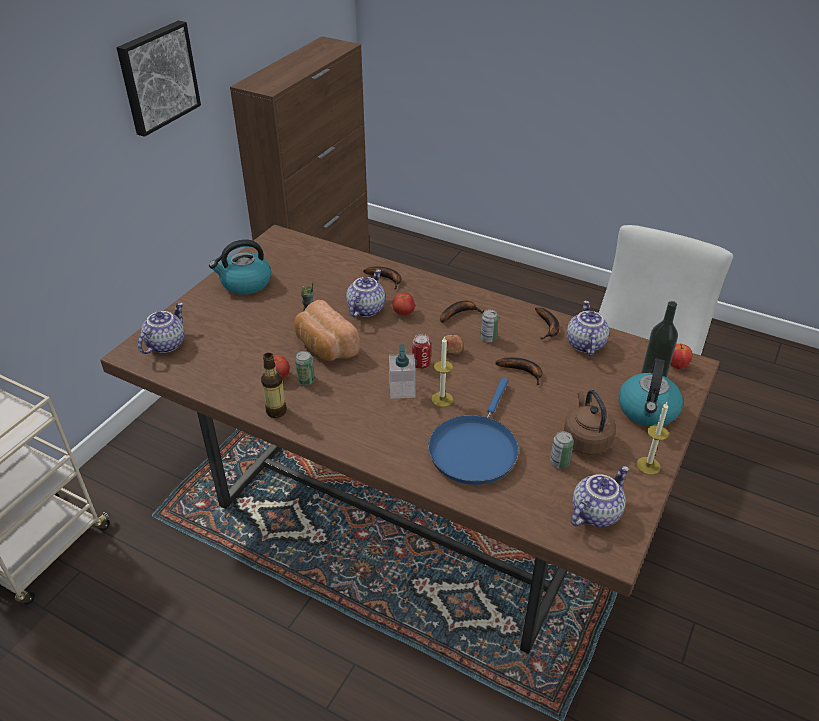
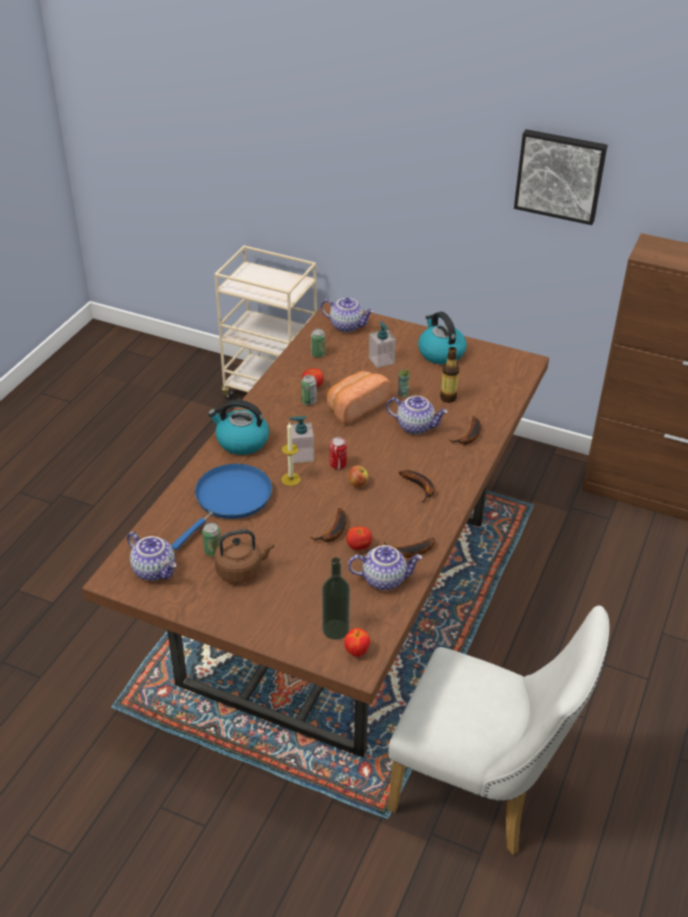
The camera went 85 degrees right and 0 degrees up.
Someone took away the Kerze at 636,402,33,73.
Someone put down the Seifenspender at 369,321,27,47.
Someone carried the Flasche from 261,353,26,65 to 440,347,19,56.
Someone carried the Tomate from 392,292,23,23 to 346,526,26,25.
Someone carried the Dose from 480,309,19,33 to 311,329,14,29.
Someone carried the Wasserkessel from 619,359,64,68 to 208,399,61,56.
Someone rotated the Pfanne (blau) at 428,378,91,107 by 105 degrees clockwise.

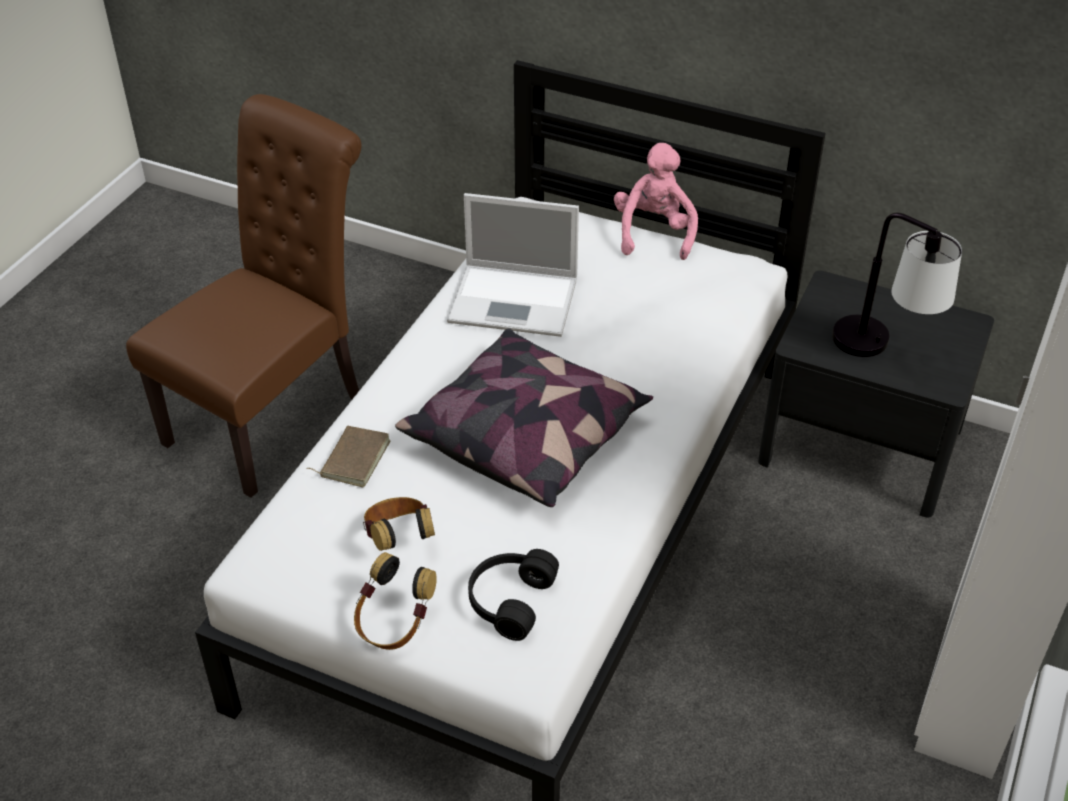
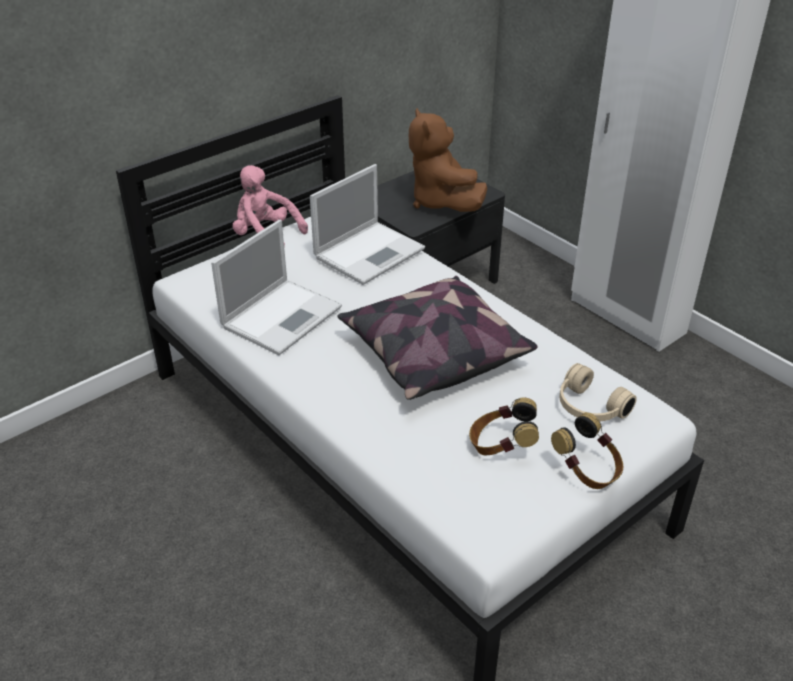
The camera went 65 degrees left and 5 degrees down.
Someone took away the Stuhl (braun) at 126,94,235,404.
Someone took away the Buch (braun) at 306,426,84,61.
Someone put down the Laptop at 310,164,115,121.
Someone swapped the Tischlampe at 832,212,130,145 for the Plüschtier (braun) at 409,108,78,104.
Someone repainted the Kopfhörer (schwarz) at 468,549,91,92, which became the Kopfhörer (beige) at 559,363,78,58.

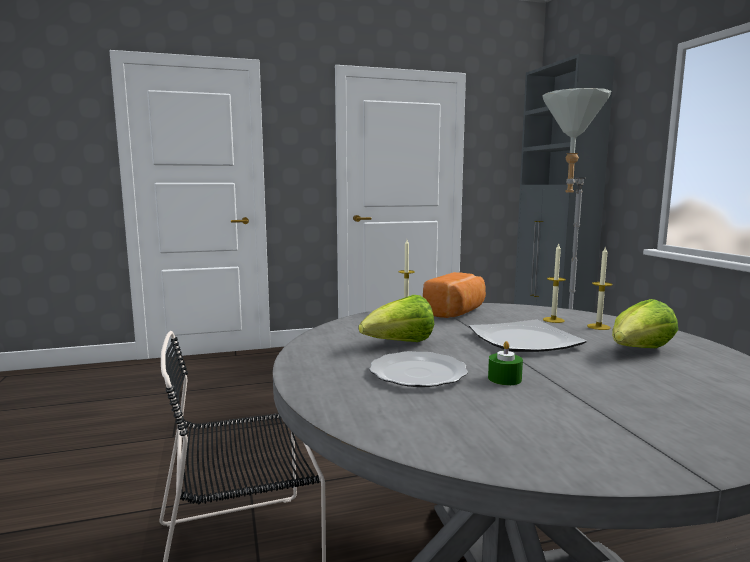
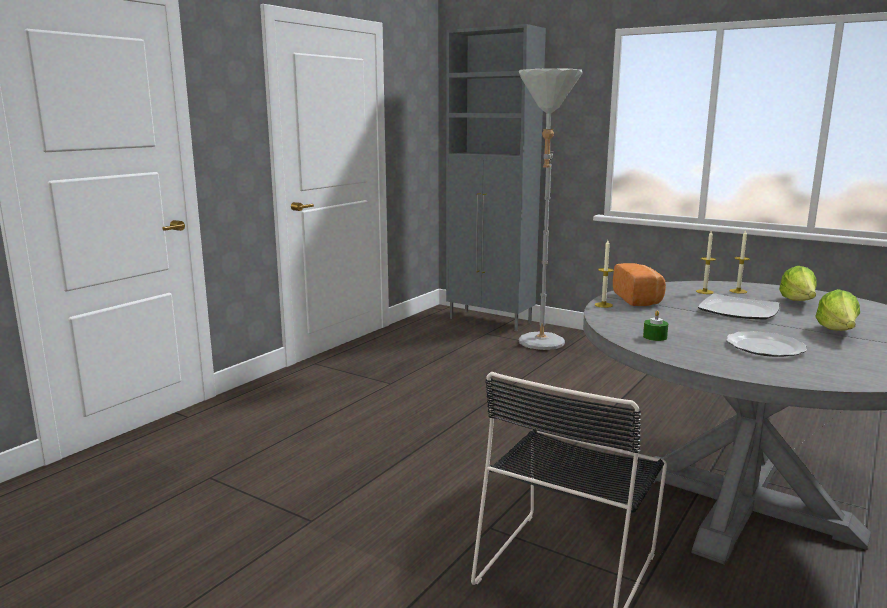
The camera went 40 degrees left and 5 degrees up.
Someone carried the Salatkopf from 359,295,75,47 to 816,289,44,42.
Someone carried the Kerze (grün) from 488,341,35,44 to 643,311,25,30.

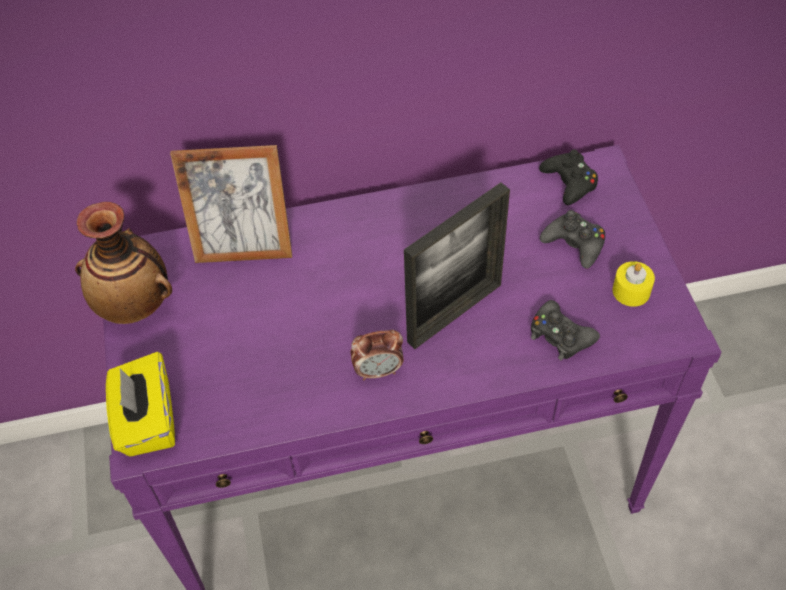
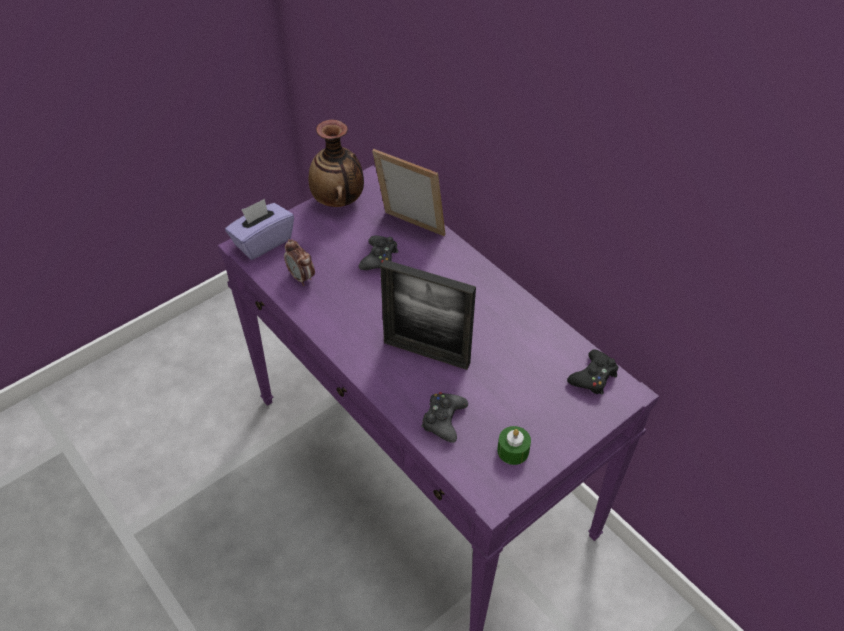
The camera went 60 degrees right and 5 degrees down.
Someone carried the Wecker from 350,330,54,50 to 284,239,31,47.
Someone carried the Gamepad (schwarz) from 540,210,65,59 to 359,236,39,34.
Someone repainted the Taschentuchbox (gelb) at 106,352,69,105, which became the Taschentuchbox (lila) at 225,199,69,61.
Someone repainted the Kerze (gelb) at 613,261,42,46, which became the Kerze (grün) at 497,426,34,39.
Someone rotated the Bilderrahmen at 170,145,122,118 by 150 degrees clockwise.

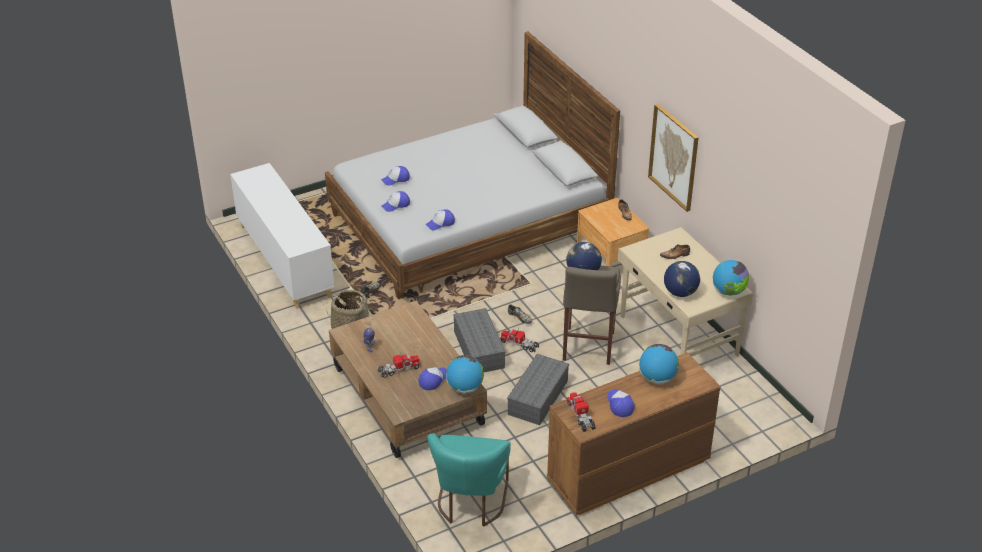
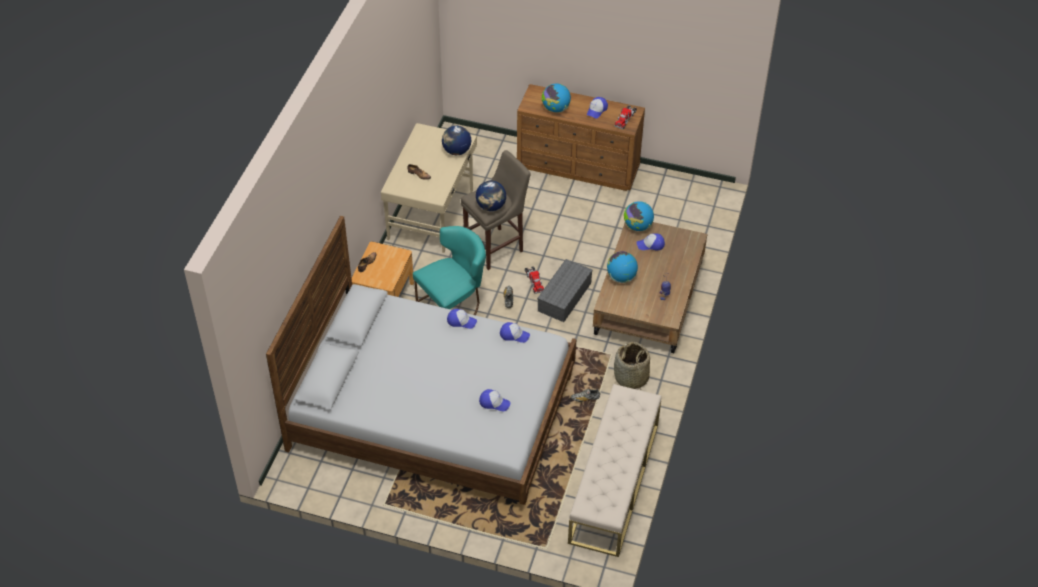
The camera went 135 degrees left and 10 degrees up.
Someone took away the Spielzeuglaster at 378,352,43,26.
Someone took away the Aufbewahrungsbox (grau) at 507,354,62,71.
Someone took away the Bild at 648,104,51,108.
Someone carried the Kappe from 381,191,29,21 to 447,309,30,20.
Someone carried the Stuhl (türkis) from 427,433,84,94 to 413,226,73,89.
Someone carried the Globus from 713,260,36,36 to 607,251,31,32.
Someone swapped the Schrank (weiß) at 230,163,104,146 for the Bank (beige) at 568,384,94,173.

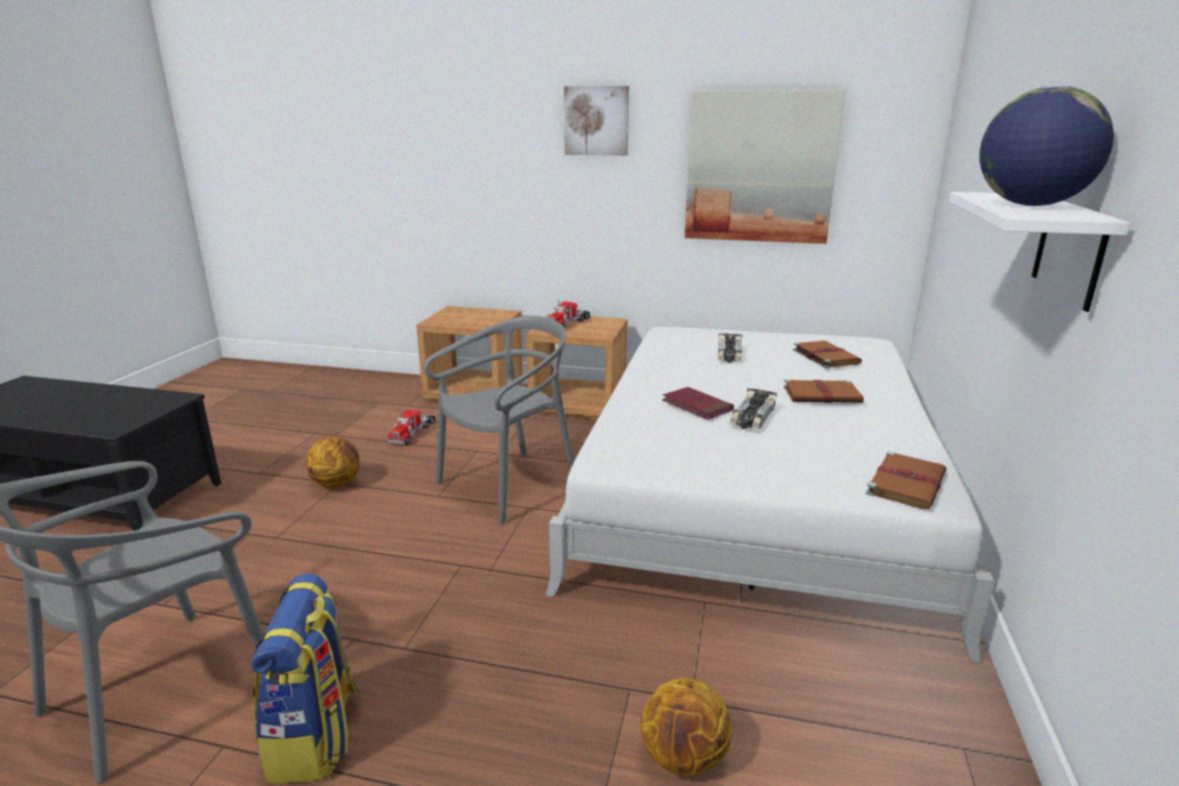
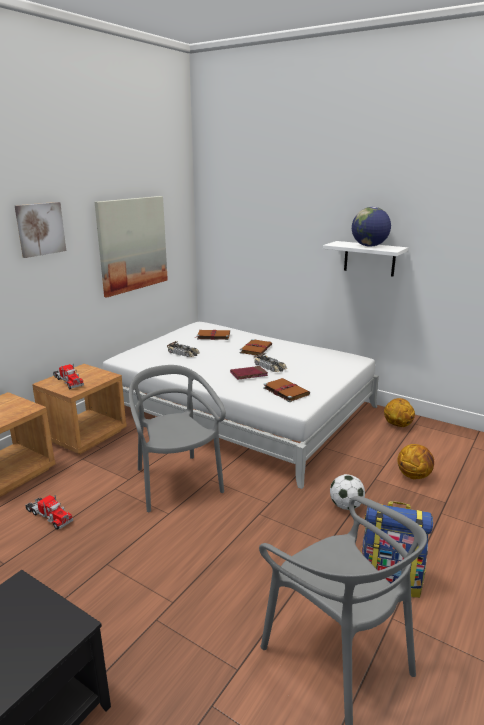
The camera went 70 degrees left and 0 degrees up.
Someone put down the Fußball at 330,474,35,36.
Someone carried the Basketball from 306,437,54,51 to 384,398,31,29.
Someone carried the Buch (braun) from 866,451,81,59 to 263,378,47,24.

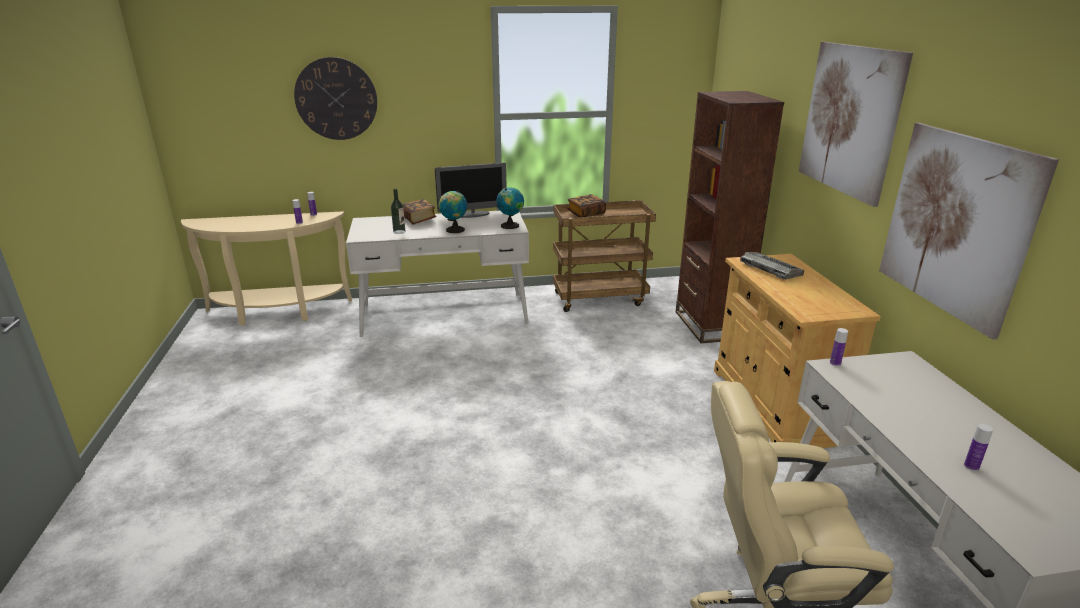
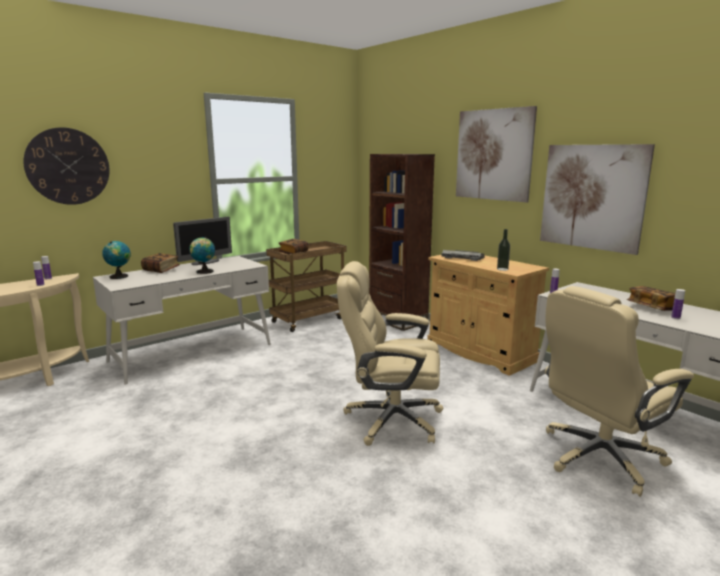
The camera went 30 degrees left and 10 degrees down.
Someone put down the Bürostuhl (beige) at 337,261,107,185.
Someone put down the Buch at 627,286,48,25.
Someone carried the Flasche from 391,189,14,45 to 497,229,13,42.
Someone carried the Globus from 496,187,28,42 to 102,241,29,38.

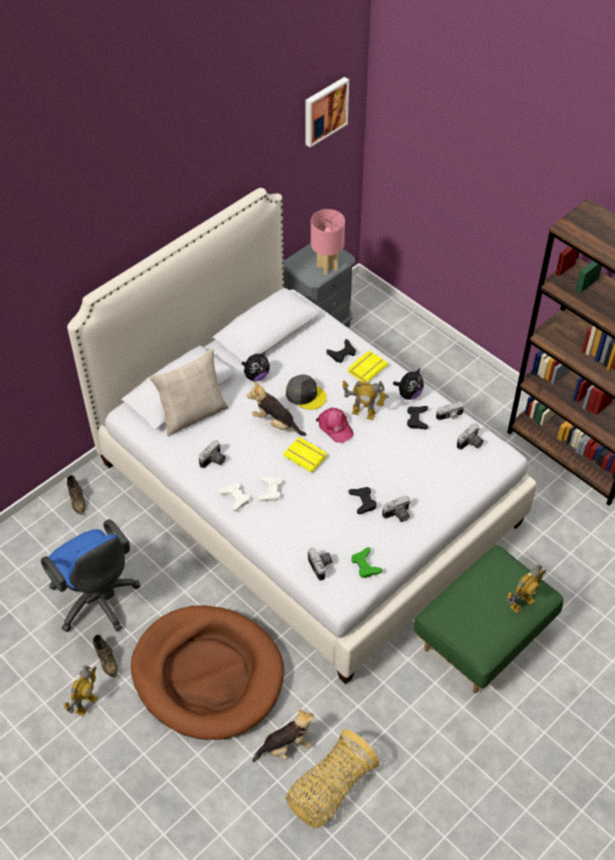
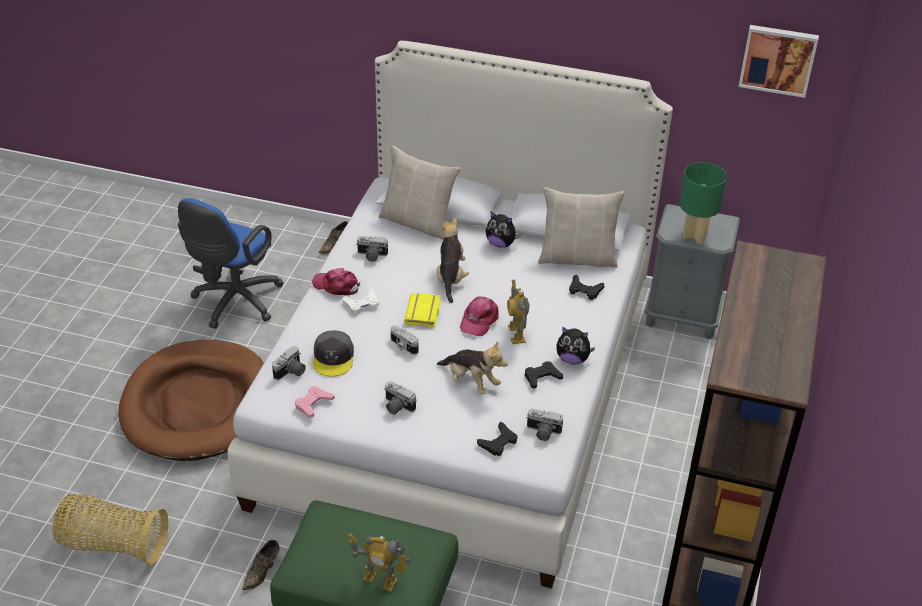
The camera went 60 degrees right and 10 degrees down.
Someone took away the Spielzeugroboter at 63,665,35,51.
Someone took away the Buch (gelb) at 348,351,40,30.
Someone put down the Kissen (beige) at 538,187,86,81.
Someone carried the Schuh (braun) from 93,635,25,43 to 242,540,38,50.
Someone carried the Plüschtier from 252,708,62,54 to 437,341,71,53.
Someone carried the Kappe (grau) from 286,375,41,35 to 313,330,41,47.
Someone carried the Gamepad (schwarz) from 348,487,29,27 to 477,422,41,34.
Someone carried the Kamera from 436,401,28,19 to 391,325,28,30.
Someone swapped the Gamepad (weiß) at 218,483,31,28 for the Kappe (rosa) at 312,268,48,27.
Someone repainted the Tischlampe (rosa) at 311,209,34,66, which became the Tischlampe (grün) at 679,162,48,82.
Someone repainted the Gamepad (grün) at 351,547,31,31, which became the Gamepad (rosa) at 295,386,40,32.

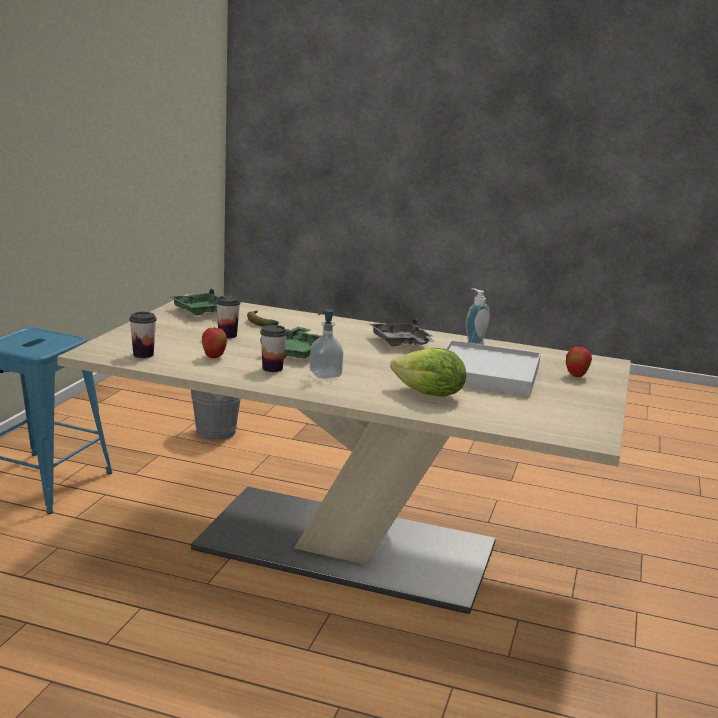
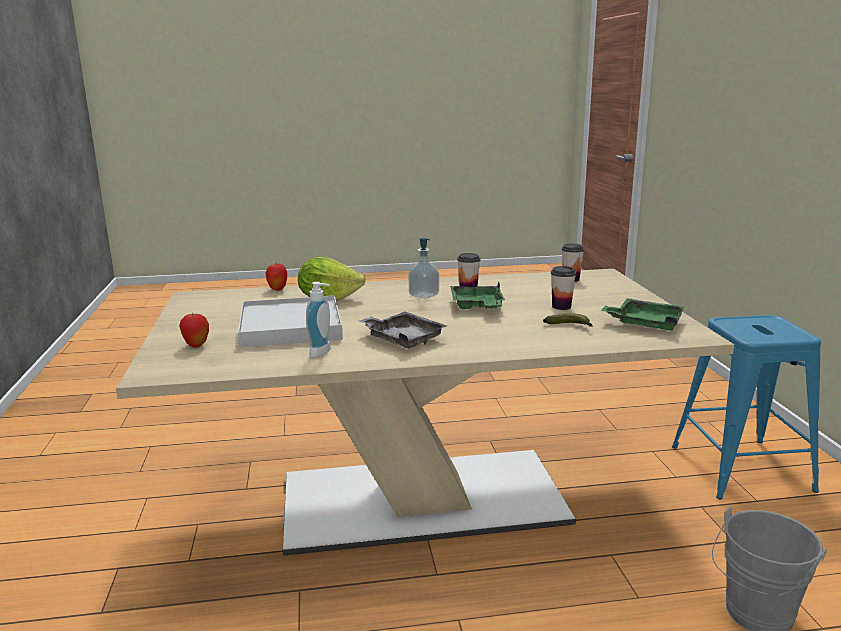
The camera went 155 degrees right and 0 degrees up.
Someone carried the Apfel from 202,328,25,30 to 265,264,22,27.

